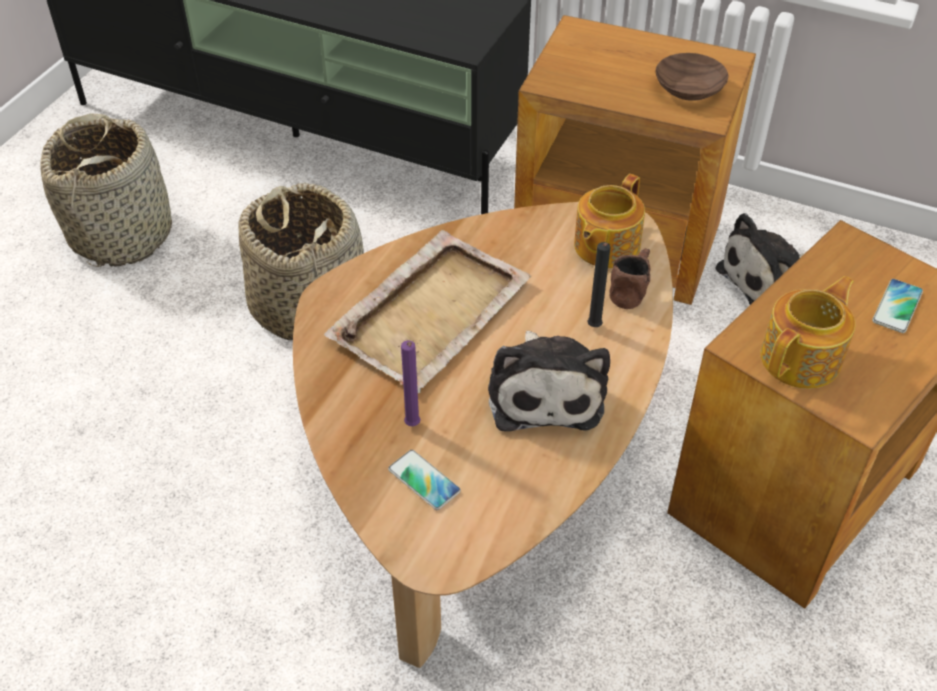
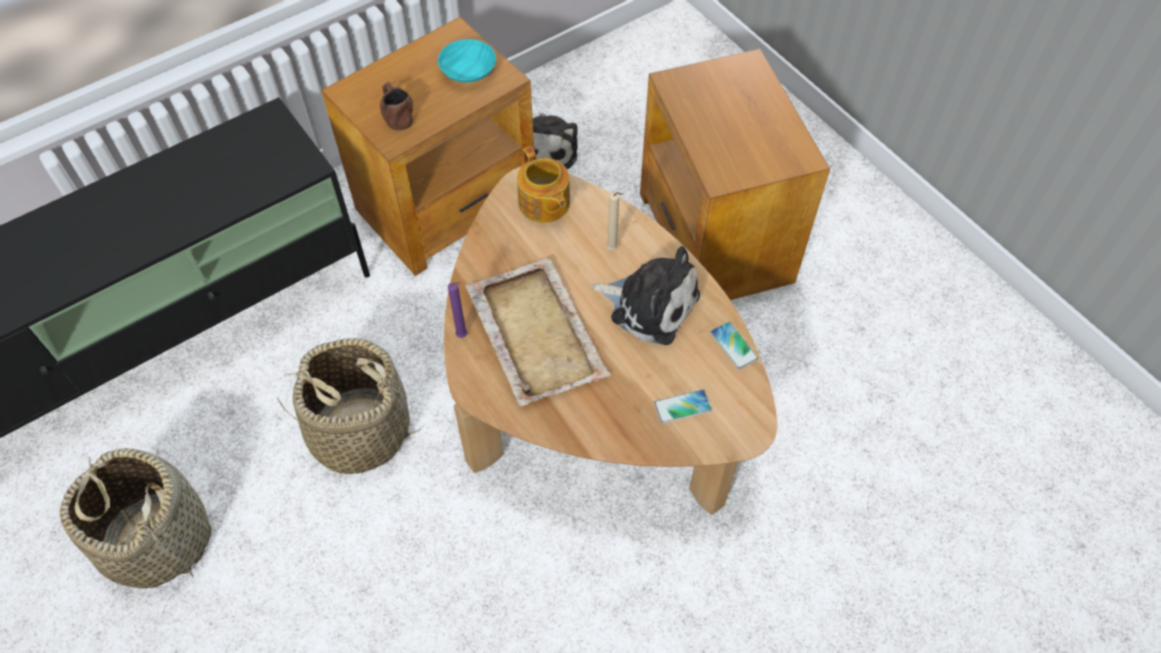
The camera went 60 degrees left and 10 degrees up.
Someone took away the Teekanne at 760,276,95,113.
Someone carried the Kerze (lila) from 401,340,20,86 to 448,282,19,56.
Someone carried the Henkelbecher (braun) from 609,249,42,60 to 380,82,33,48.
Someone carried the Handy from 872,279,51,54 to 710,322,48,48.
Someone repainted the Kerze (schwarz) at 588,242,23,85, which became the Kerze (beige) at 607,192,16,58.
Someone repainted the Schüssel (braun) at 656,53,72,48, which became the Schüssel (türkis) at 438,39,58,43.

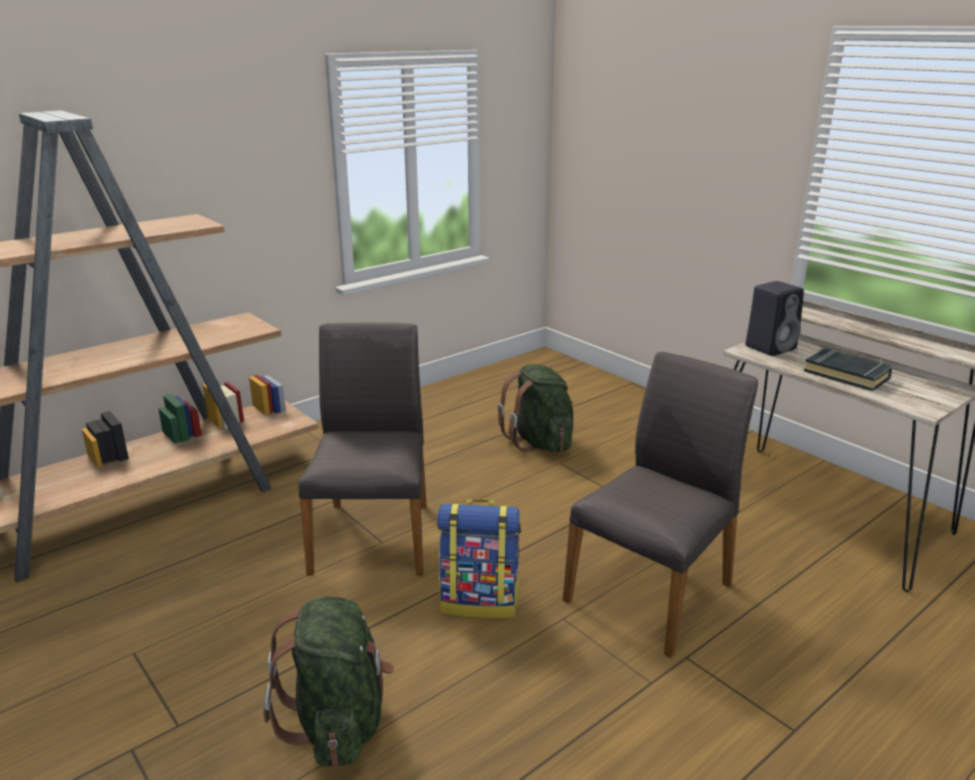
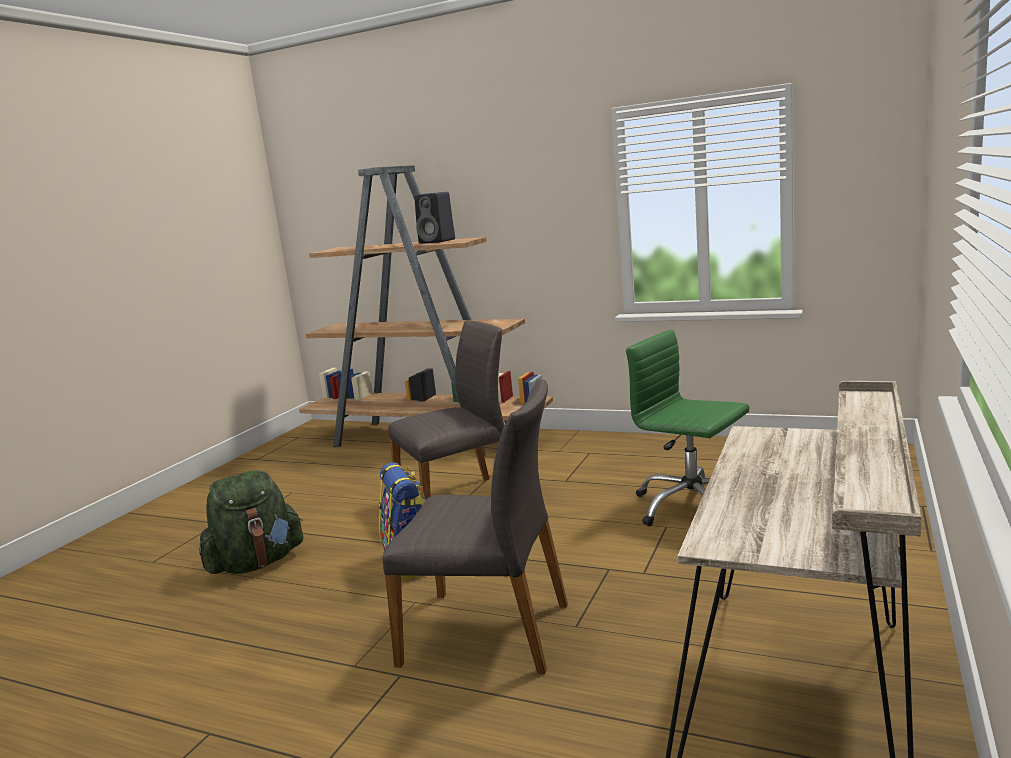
The camera went 65 degrees right and 10 degrees down.
Someone took away the Buch (schwarz) at 804,348,89,43.
Someone carried the Lautsprecher (schwarz) from 745,281,59,75 to 415,192,40,52.
Someone swapped the Rucksack (grün) at 497,364,76,88 for the Bürostuhl (grün) at 626,330,123,197.

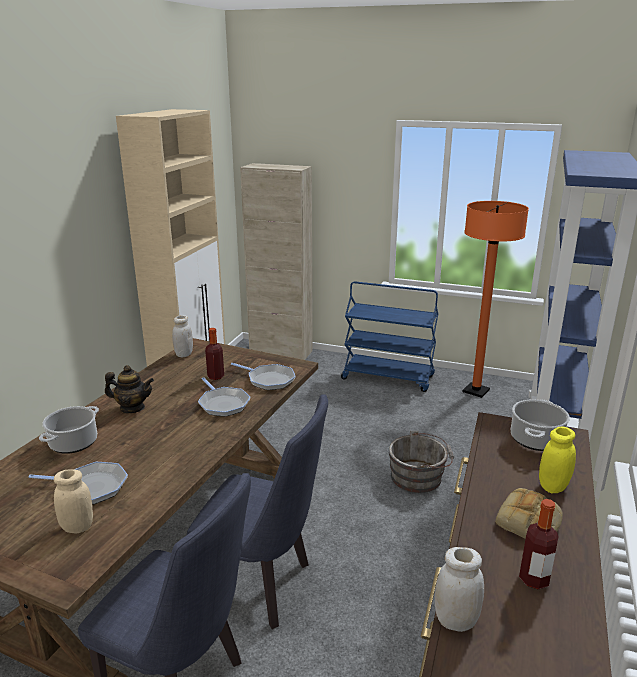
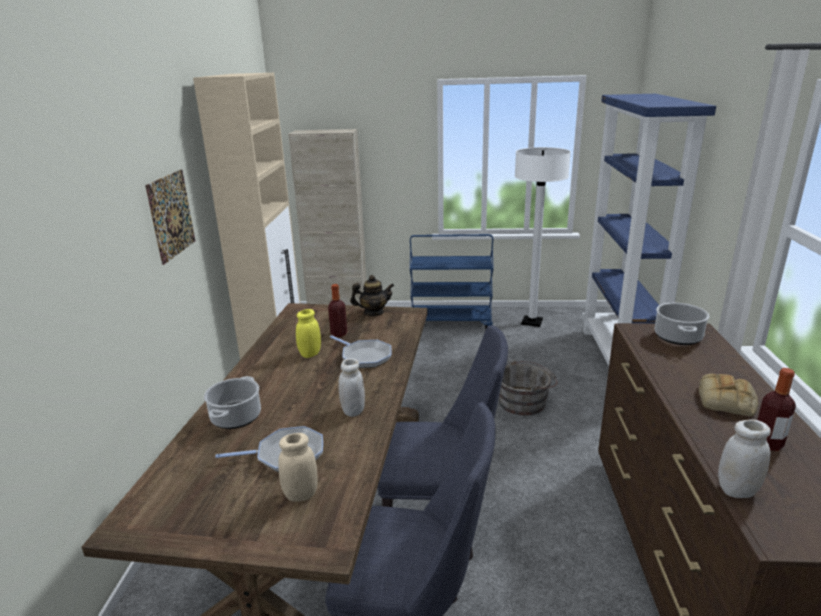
The camera went 15 degrees left and 0 degrees up.
Someone took away the Pfanne at 231,363,65,27.
Someone put up the Bild at 145,170,50,95.
Someone carried the Teekanne from 105,365,49,48 to 350,275,44,41.
Someone carried the Vorratsglas (weiß) from 172,315,21,42 to 338,358,27,59.
Someone carried the Vorratsglas (gelb) from 539,427,37,66 to 296,309,25,49.
Someone repainted the Stehlampe (orange) at 462,201,67,197, which became the Stehlampe (weiß) at 515,147,56,180.

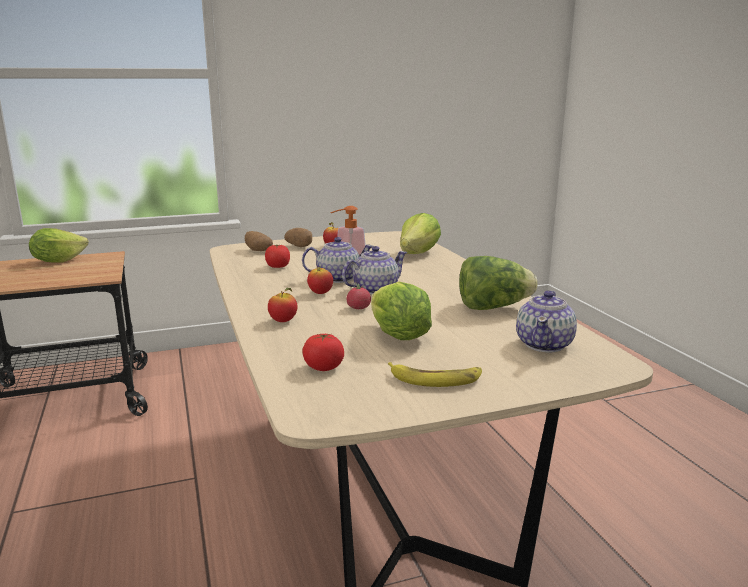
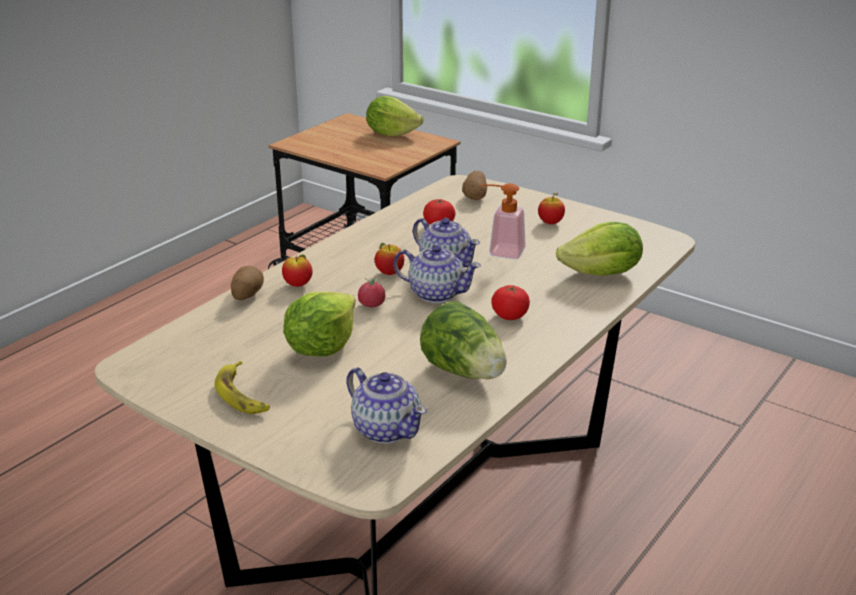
The camera went 55 degrees right and 10 degrees up.
Someone carried the Kartoffel from 284,228,28,19 to 231,266,33,34.
Someone carried the Tomate from 303,334,41,37 to 491,285,39,35.
Someone rotated the Teekanne at 516,291,61,61 by 120 degrees counterclockwise.

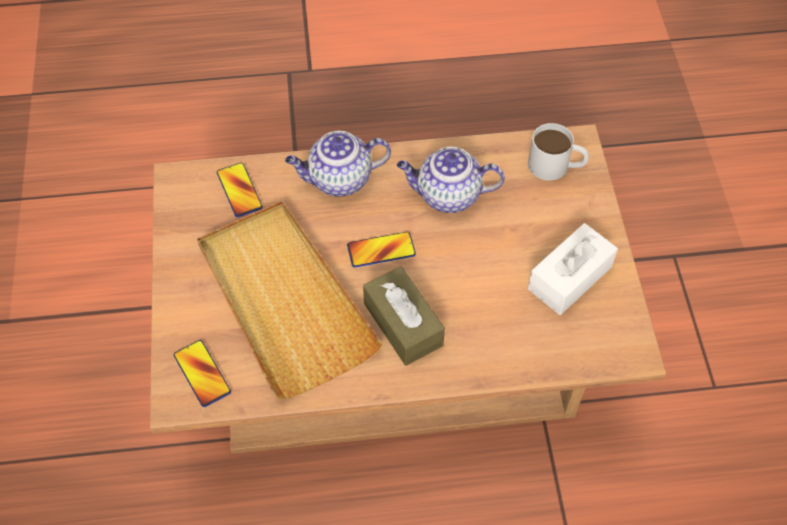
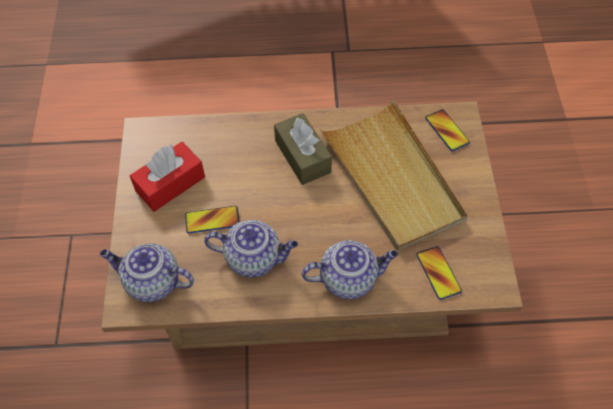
The camera went 175 degrees left and 0 degrees up.
Someone carried the Handy from 347,232,69,35 to 185,206,55,27.
Someone swapped the Henkelbecher (weiß) at 528,123,61,58 for the Teekanne at 100,243,94,59.
Someone repainted the Taschentuchbox (weiß) at 528,223,90,92, which became the Taschentuchbox (rot) at 130,142,75,70.

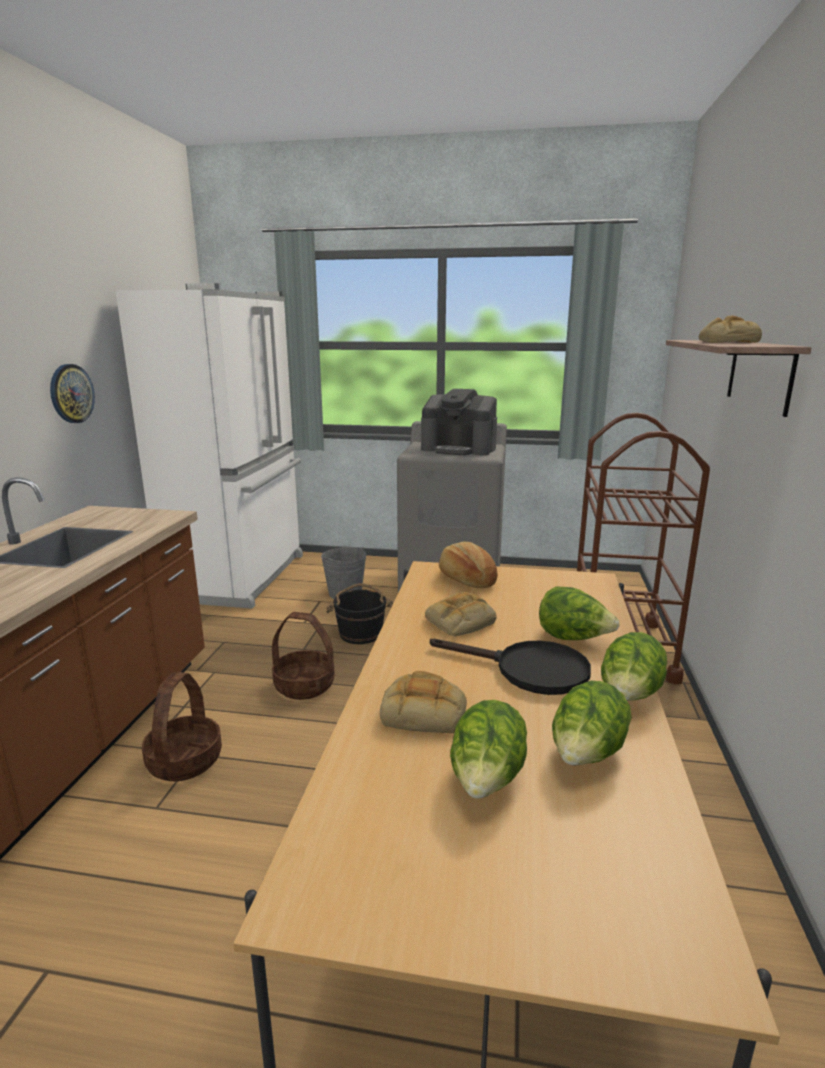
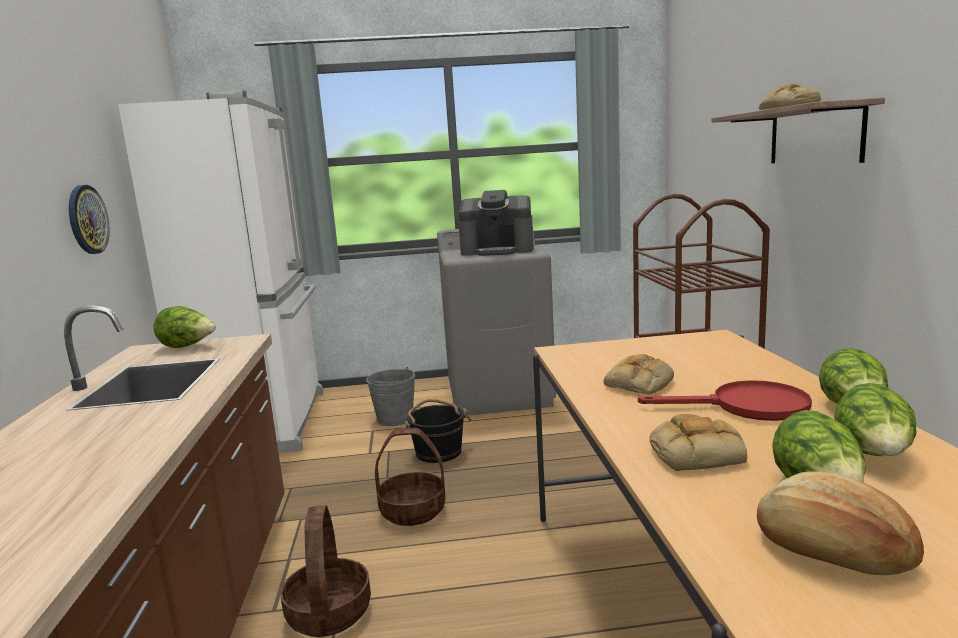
The camera went 15 degrees left and 5 degrees down.
Someone carried the Brot from 439,542,59,46 to 757,472,167,103.
Someone carried the Salatkopf from 539,586,81,54 to 153,306,63,42.
Someone repainted the Pfanne (schwarz) at 430,639,161,56, which became the Pfanne (rot) at 638,380,174,41.

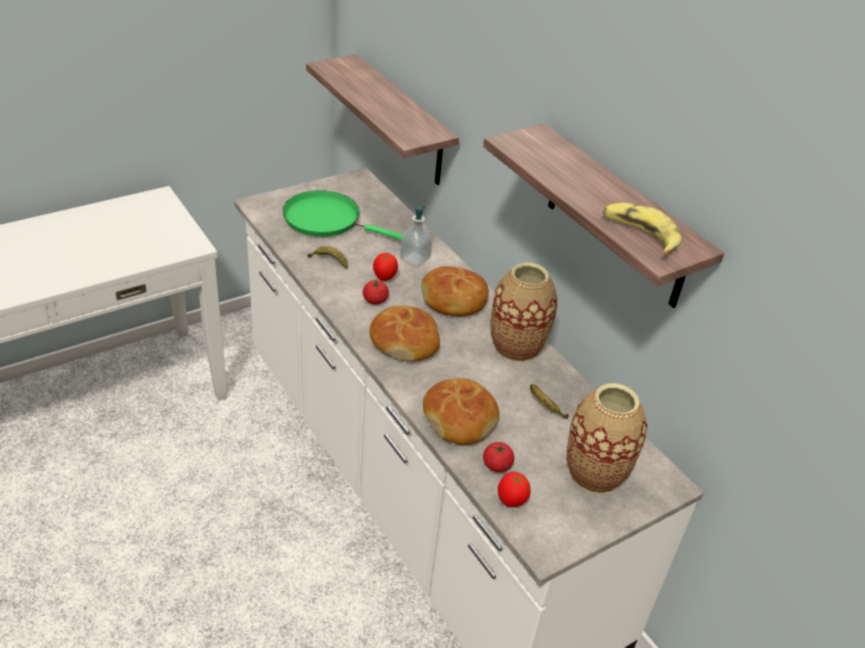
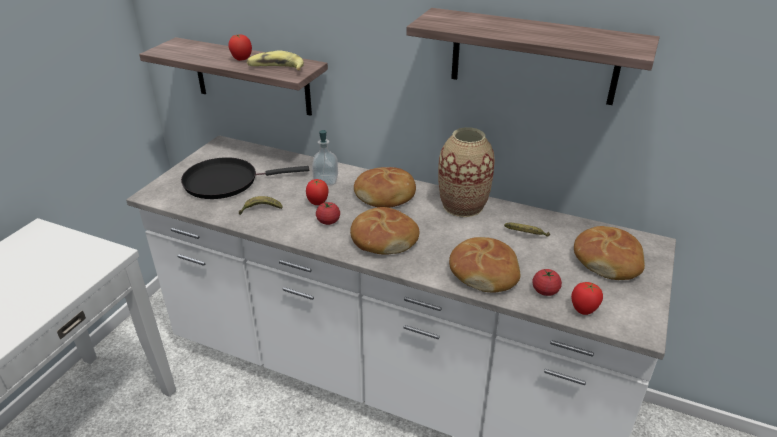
The camera went 30 degrees left and 5 degrees down.
Someone put down the Tomate at 228,34,24,27.
Someone carried the Banane from 603,203,79,52 to 247,51,57,19.
Someone swapped the Vase at 567,383,80,111 for the Brot at 574,226,71,54.
Someone repainted the Pfanne (grün) at 283,190,120,50, which became the Pfanne (schwarz) at 181,157,128,42.

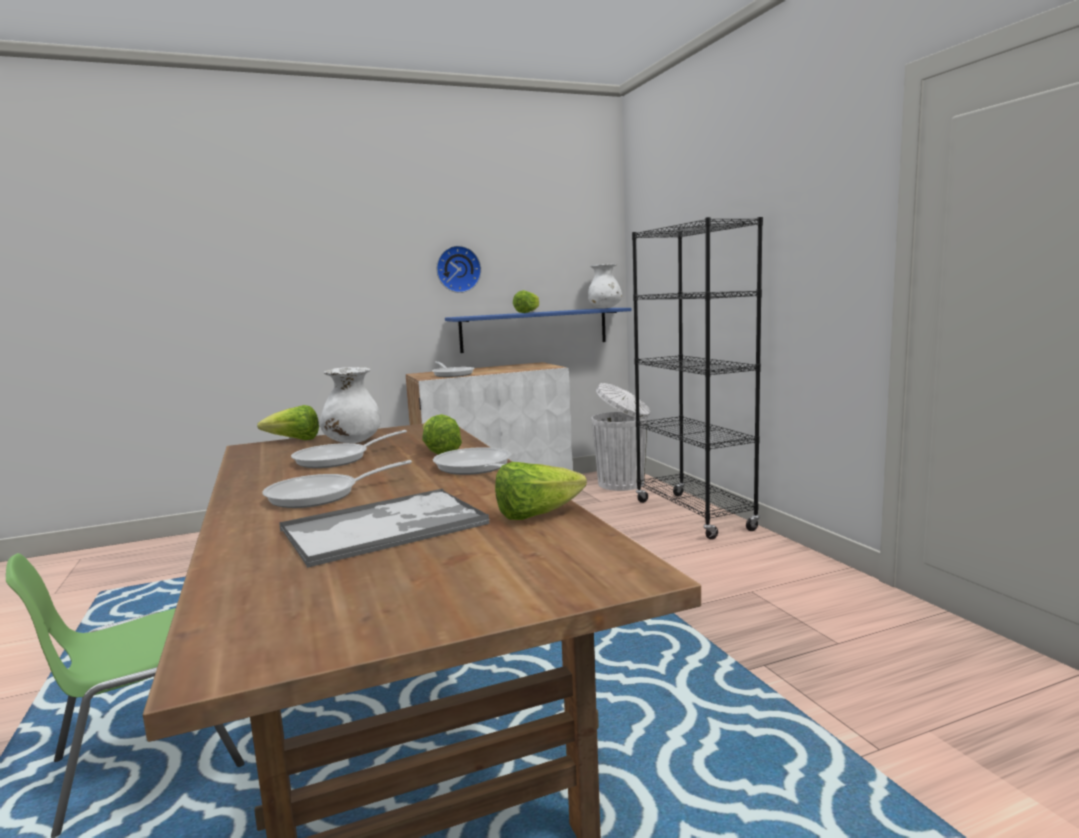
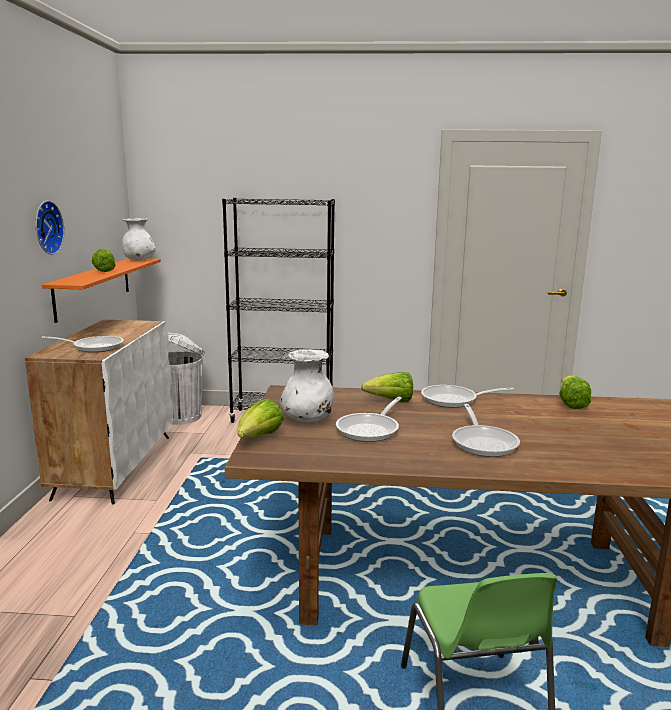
The camera went 65 degrees left and 5 degrees up.
Someone took away the Tablett at 279,489,211,79.
Someone repainted the Wandregal (blau) at 445,308,187,45, which became the Wandregal (orange) at 42,258,119,65.
Someone rotated the Pfanne at 291,430,116,38 by 45 degrees clockwise.

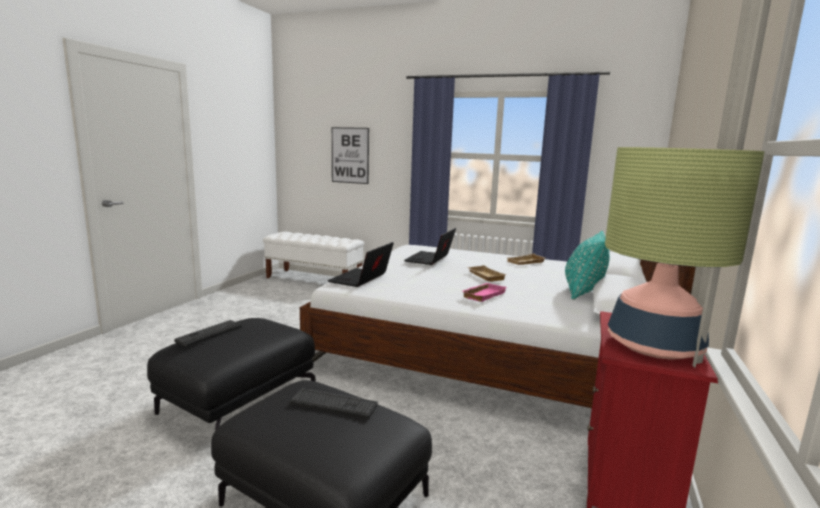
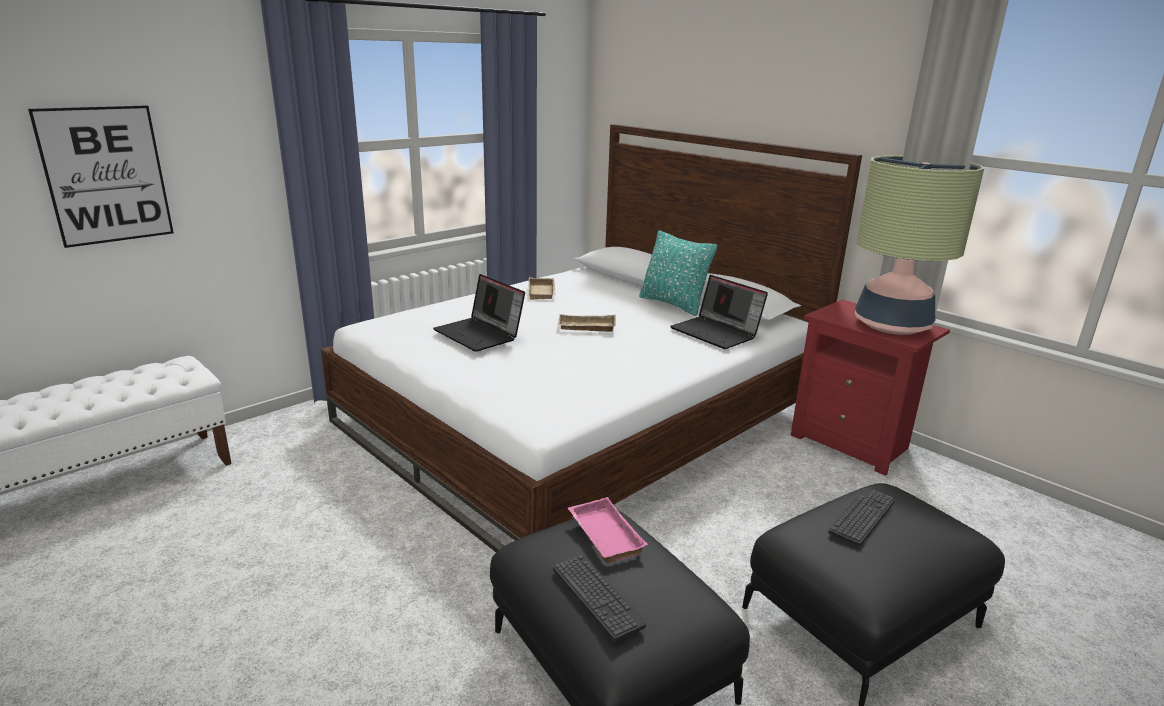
The camera went 65 degrees left and 10 degrees up.
Someone carried the Laptop from 328,242,66,45 to 670,275,98,74.
Someone carried the Tablett (rosa) from 462,283,45,19 to 568,497,80,66.

